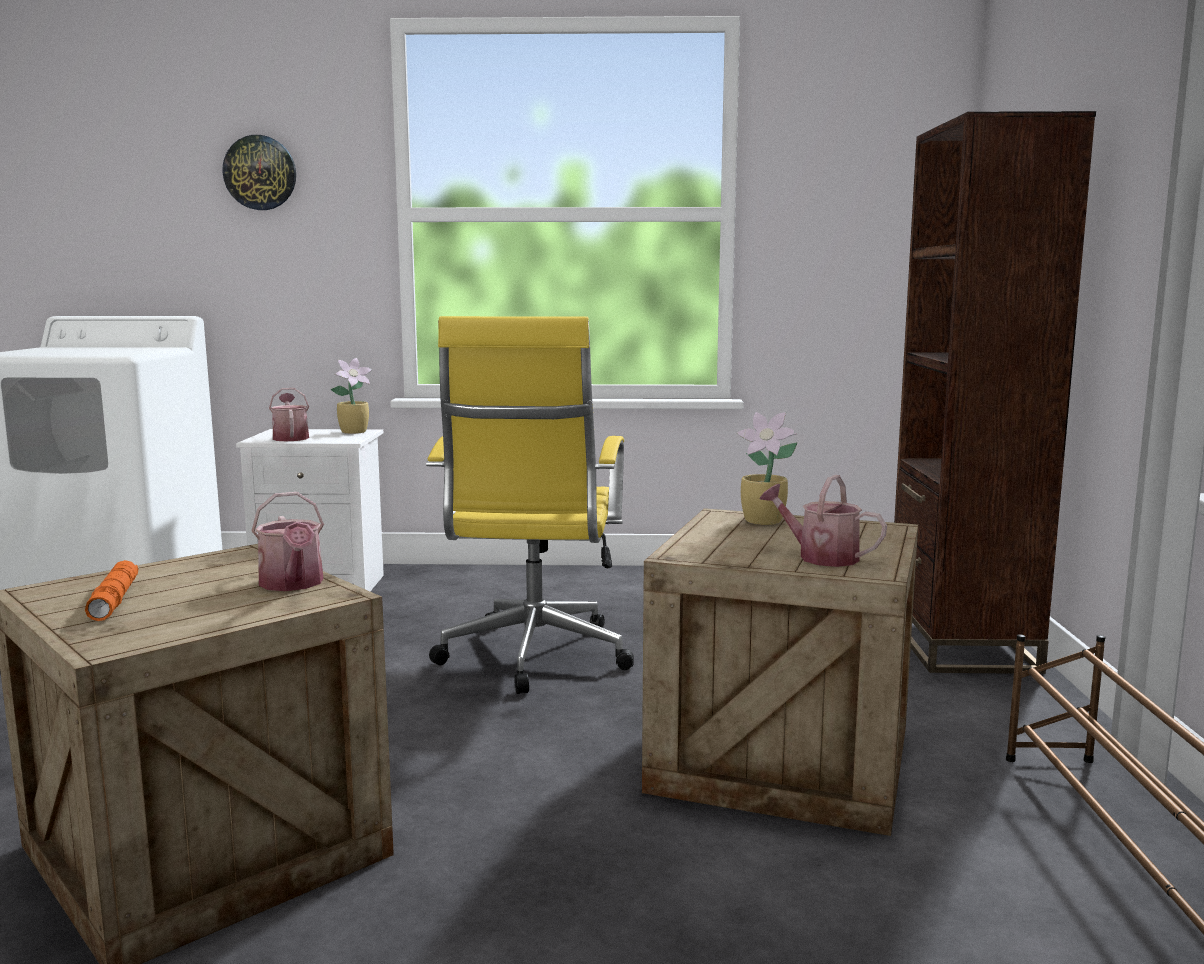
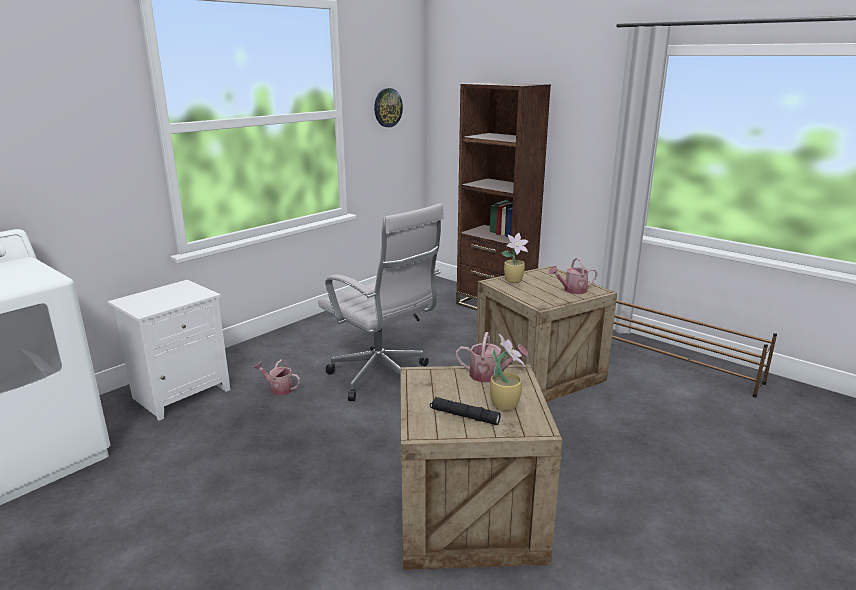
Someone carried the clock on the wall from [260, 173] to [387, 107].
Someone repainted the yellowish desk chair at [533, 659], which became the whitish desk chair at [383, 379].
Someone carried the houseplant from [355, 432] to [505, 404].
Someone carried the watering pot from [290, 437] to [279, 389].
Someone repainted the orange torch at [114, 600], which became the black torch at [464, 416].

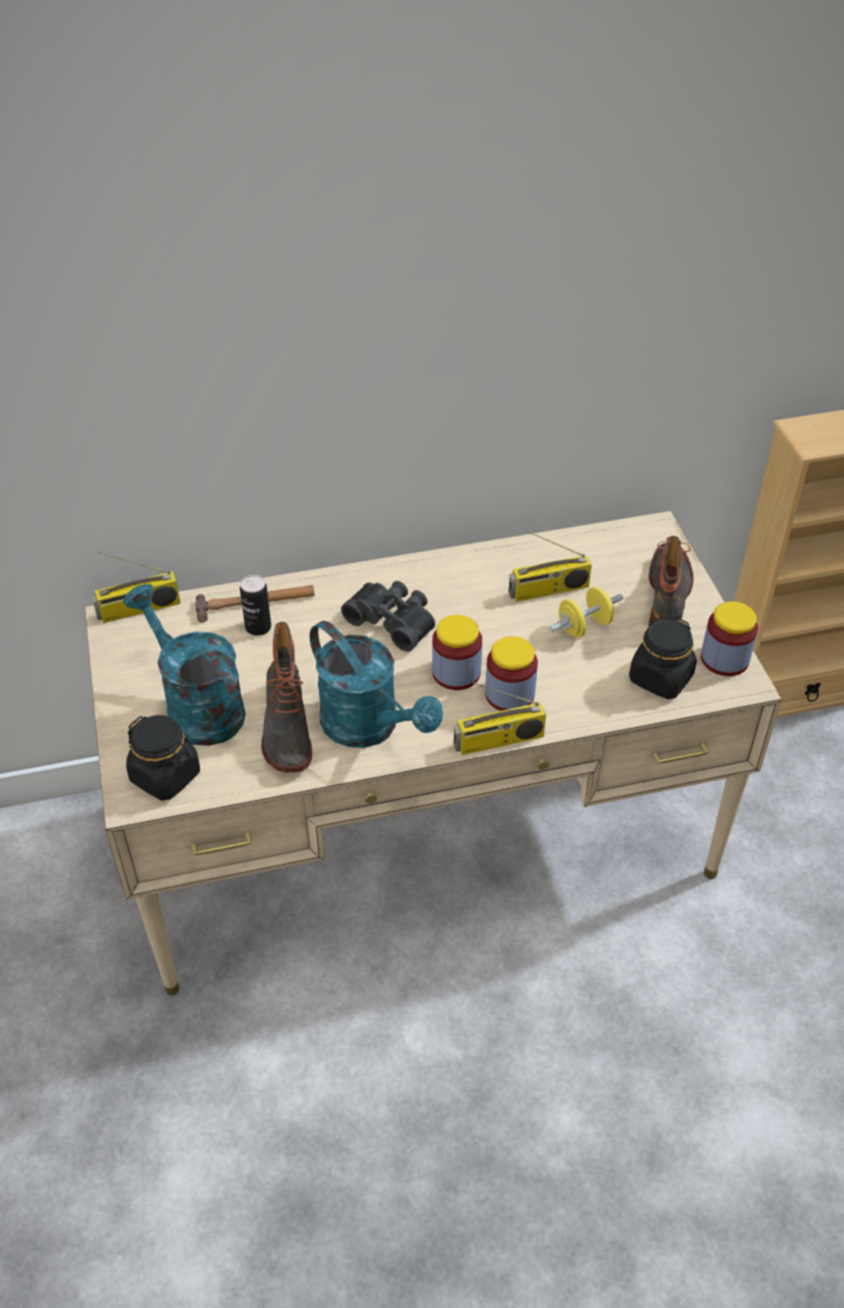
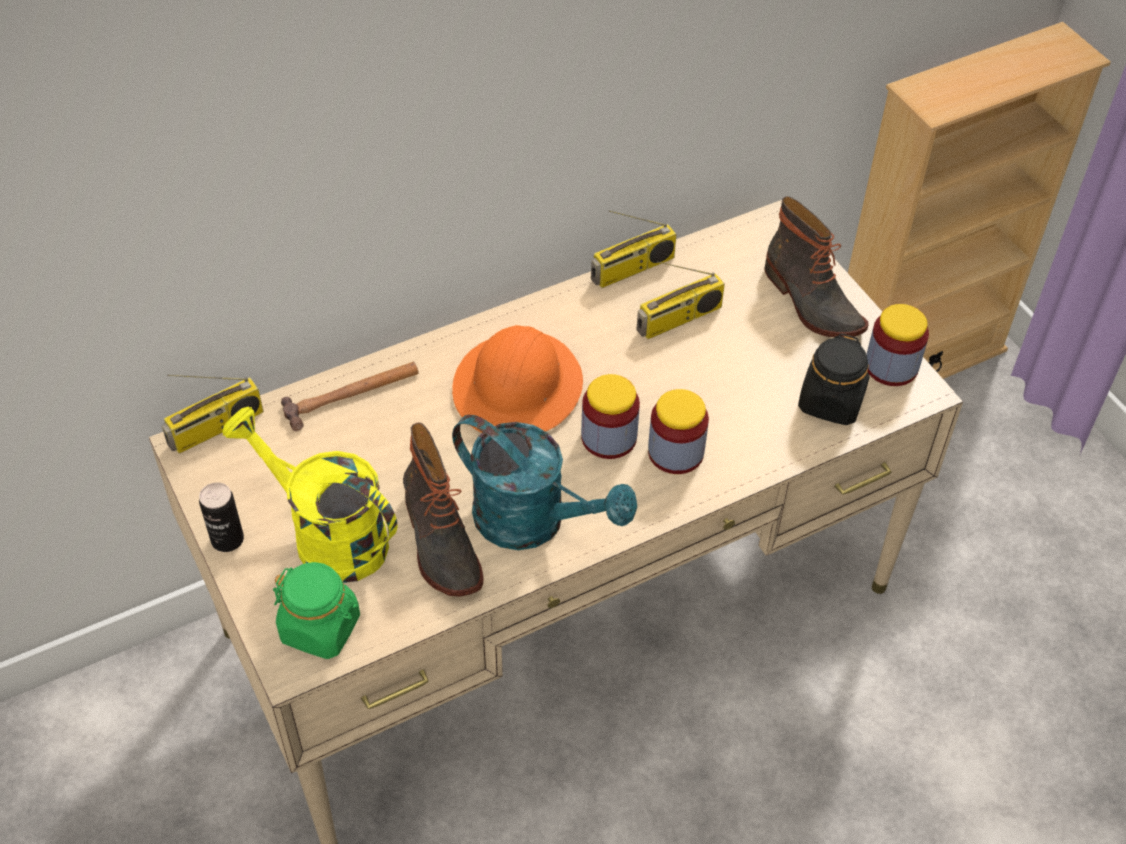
Someone rotated the high-top boot at [669, 596] by 150 degrees clockwise.
Someone carried the metal can from [258, 627] to [227, 539].
Someone swapped the black pair of binoculars at [393, 620] for the orange safety helmet at [518, 387].
Someone repainted the turquoise-coloured watering pot at [196, 706], which became the yellowish watering pot at [327, 535].
Someone took away the yellowish hand weight at [584, 626].
Someone carried the radio set from [498, 741] to [632, 269].
Someone repainted the black preserve jar at [166, 776], which became the green preserve jar at [321, 628].

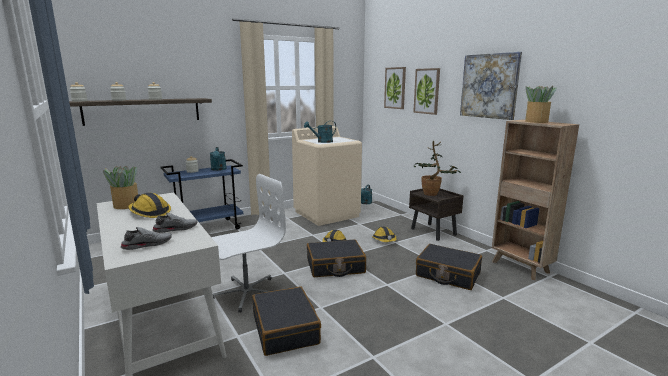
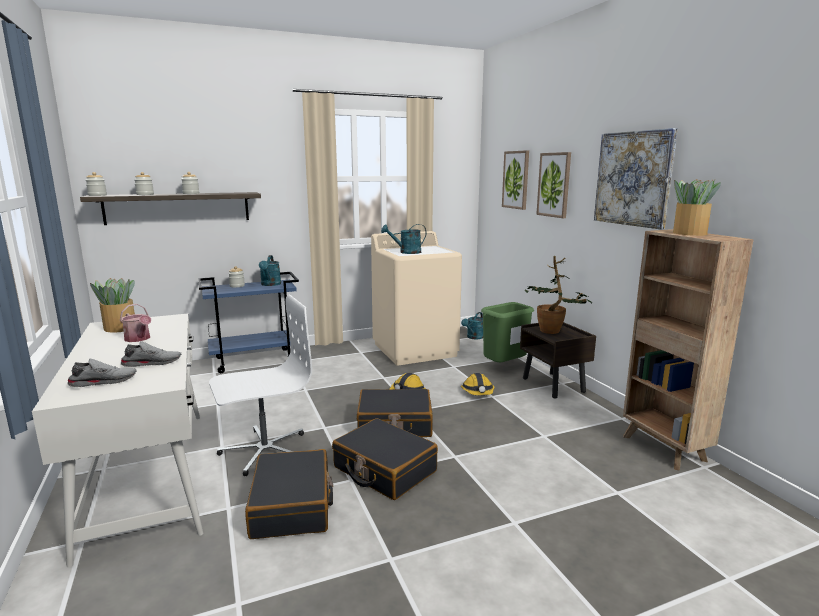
Someone swapped the safety helmet at [149, 212] for the watering pot at [139, 339].
Someone carried the black suitcase from [447, 274] to [384, 469].
Someone put down the green trash can at [504, 367].

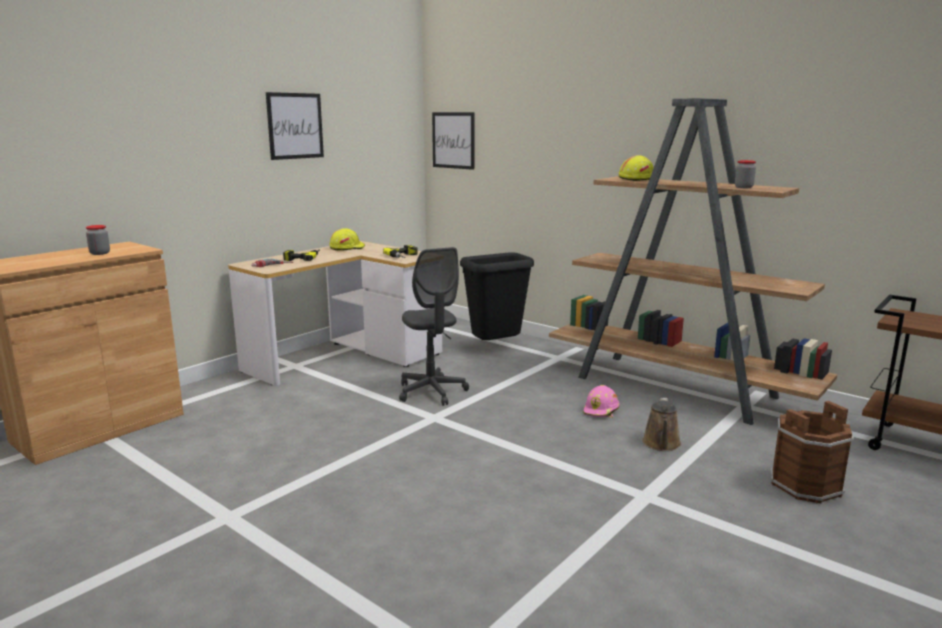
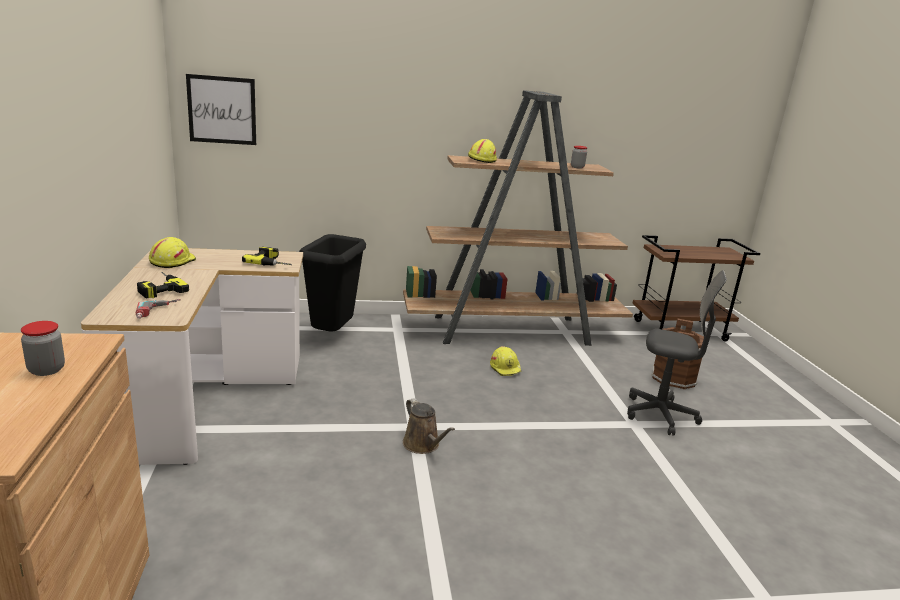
Someone took away the wall art at [295, 126].
Someone carried the gray desk chair from [431, 392] to [660, 415].
Someone repainted the pinkish safety helmet at [601, 410], which became the yellowish safety helmet at [505, 368].
Someone carried the brown watering pot from [661, 444] to [423, 445].

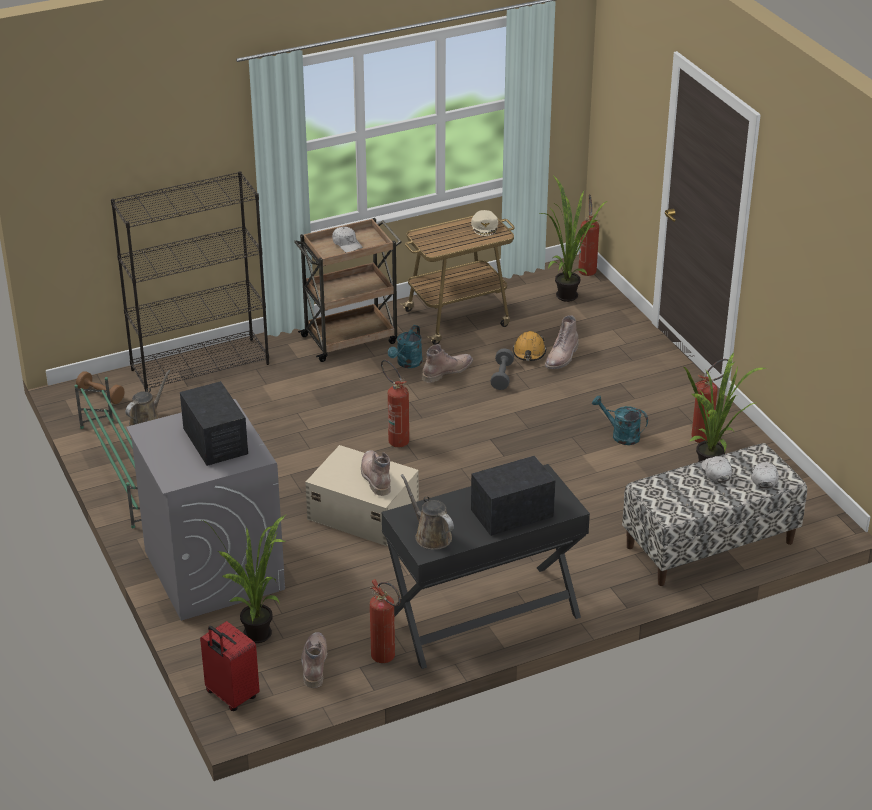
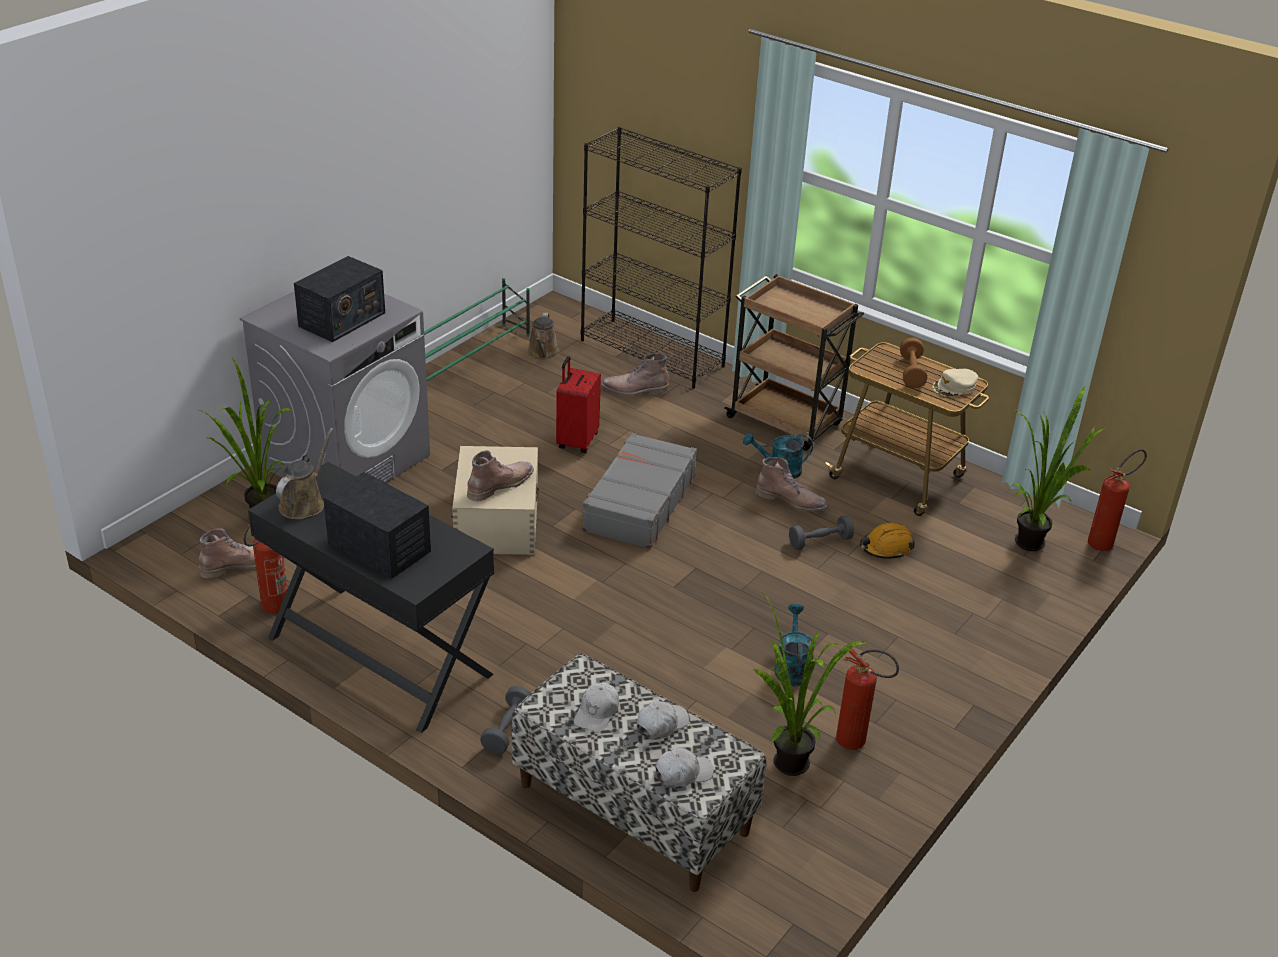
Someone carried the whitish baseball cap from [346, 244] to [597, 713].
Someone carried the brown high-top boot from [562, 357] to [634, 390].
Someone swapped the extinguisher at [395, 439] for the gray suitcase at [638, 503].
Someone rotated the brown watering pot at [147, 420] by 90 degrees clockwise.
Someone carried the brown hand weight from [101, 395] to [911, 372].
Someone carried the red-coloured suitcase from [231, 696] to [576, 441].
Someone put down the gray hand weight at [507, 729].

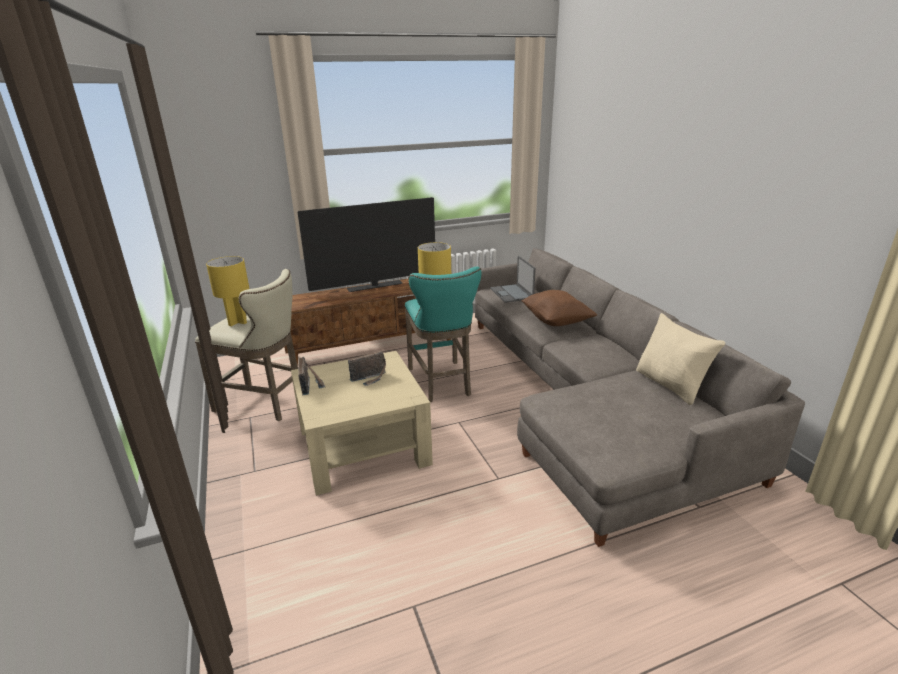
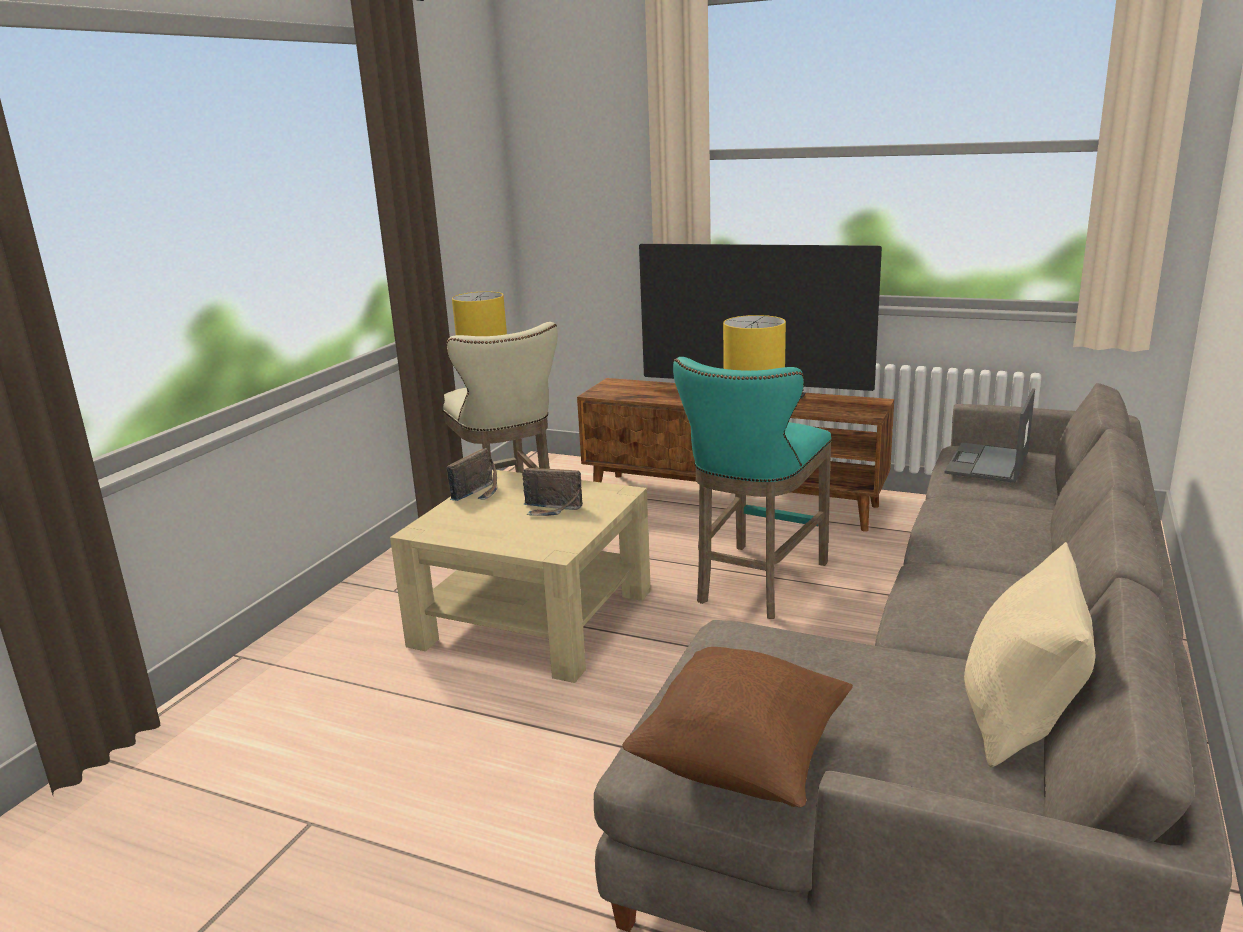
Someone carried the brown cushion from [556, 321] to [741, 761].

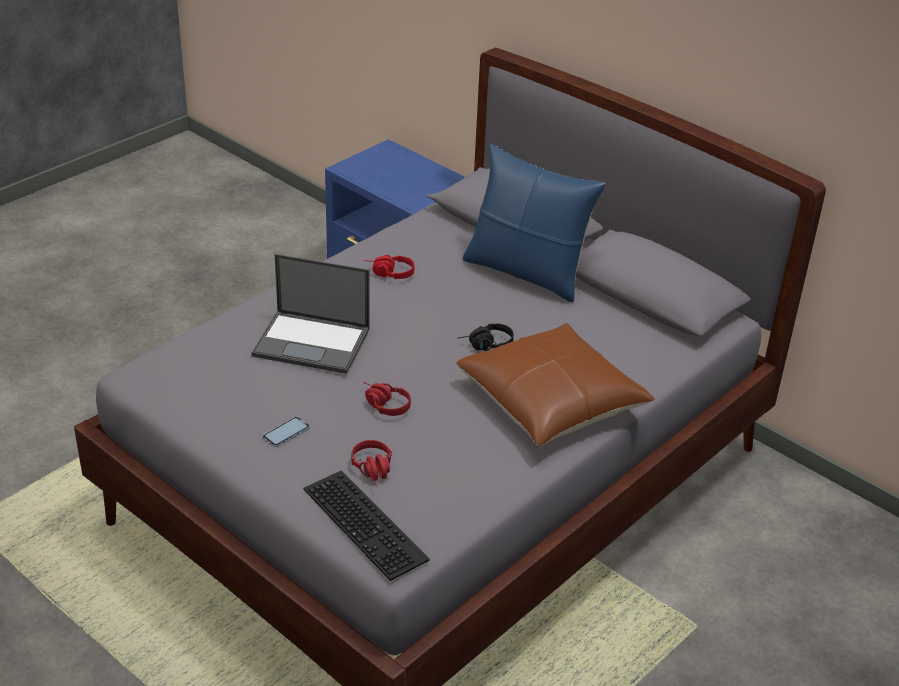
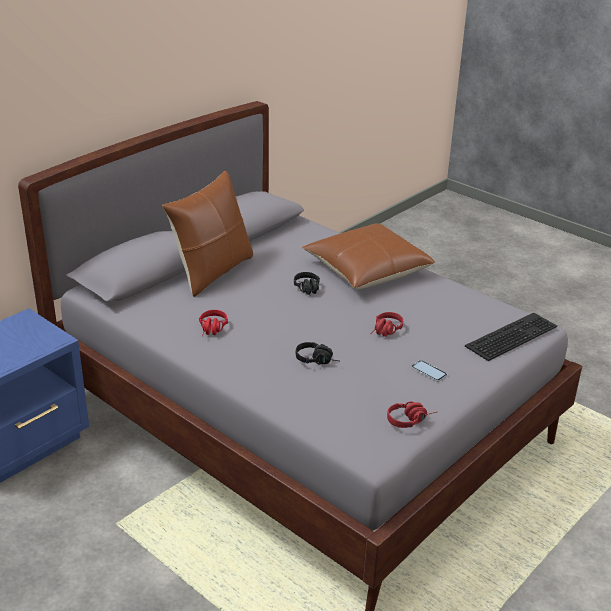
Someone repainted the blue cushion at [526, 272], which became the brown cushion at [212, 272].
Someone swapped the notebook computer at [313, 342] for the black headphones at [318, 360].
Someone carried the red-coloured headphones from [374, 471] to [410, 420].

